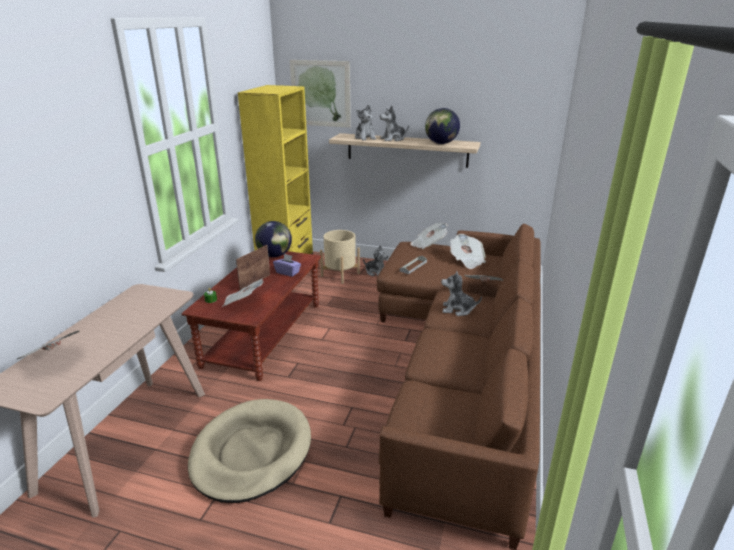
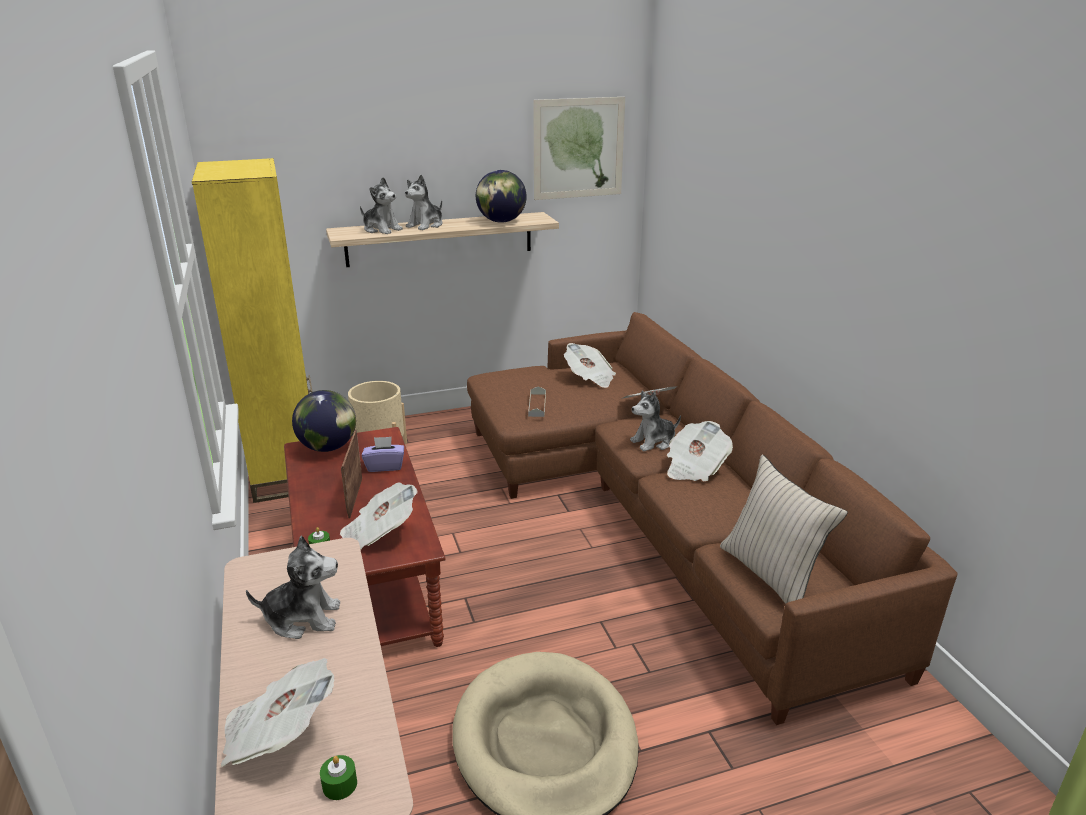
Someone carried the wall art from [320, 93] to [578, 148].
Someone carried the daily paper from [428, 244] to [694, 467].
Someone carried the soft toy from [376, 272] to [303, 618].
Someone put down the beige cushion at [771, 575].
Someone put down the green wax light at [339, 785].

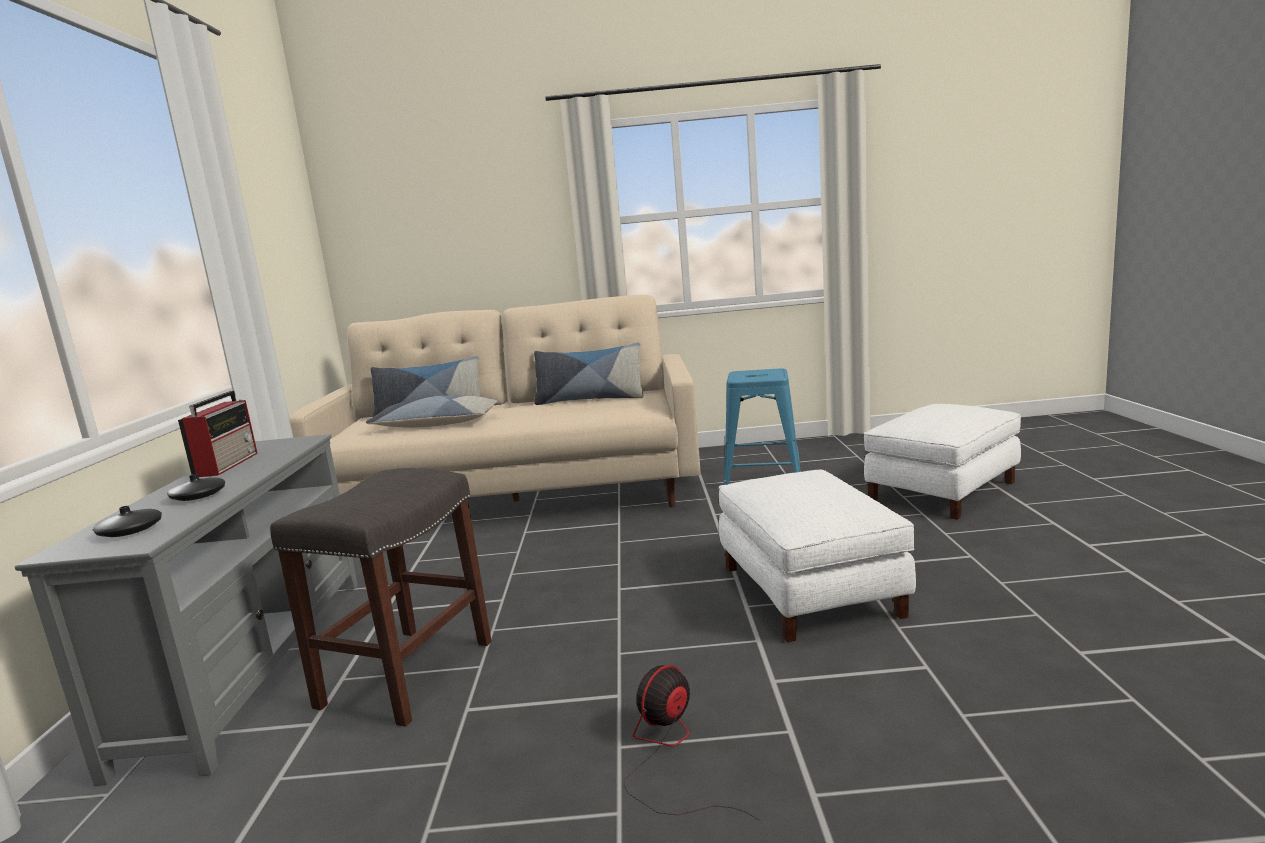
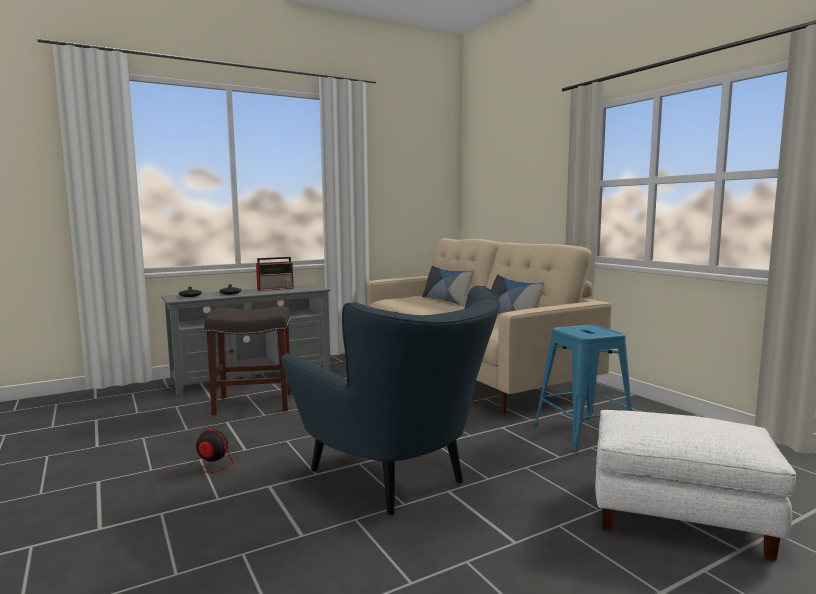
Someone took away the cushion at [436, 425].
Someone swapped the whitish ottoman at [811, 590] for the blue easy chair at [395, 480].

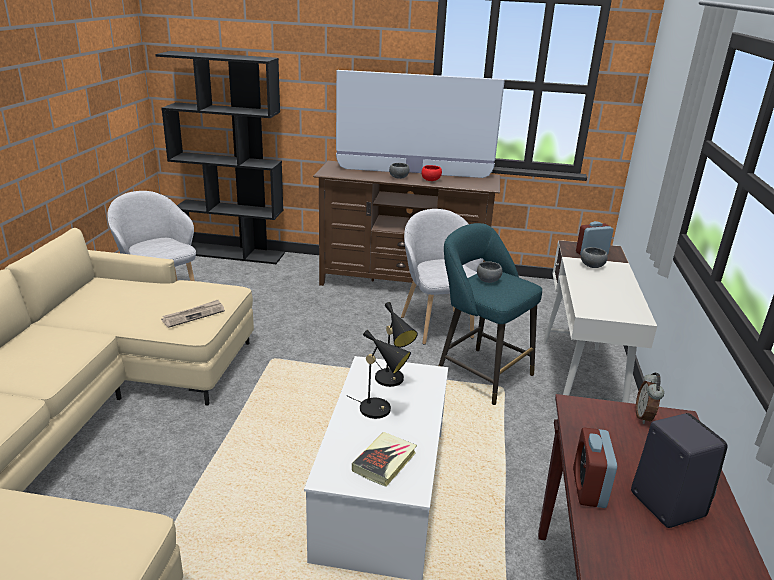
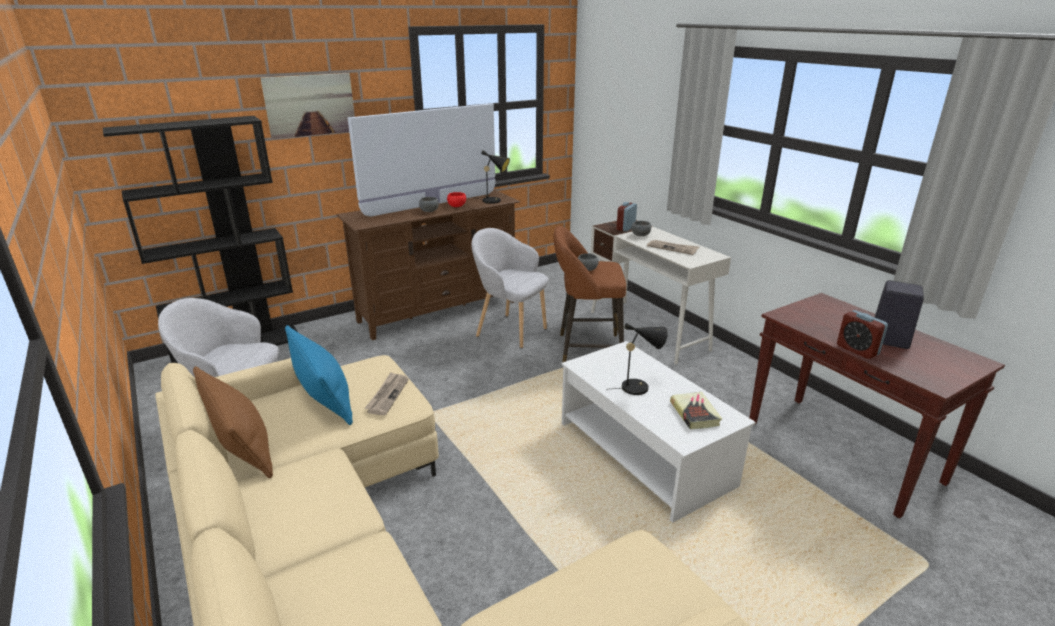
Someone repainted the turquoise-coloured stool at [480, 373], which became the brown stool at [585, 349].
Someone carried the black lamp for a table from [392, 380] to [494, 201].
Someone took away the table clock at [644, 417].
Someone put up the wall art at [310, 105].
Someone put down the daily paper at [672, 248].
Someone put down the blue cushion at [324, 397].
Someone put down the brown cushion at [240, 446].

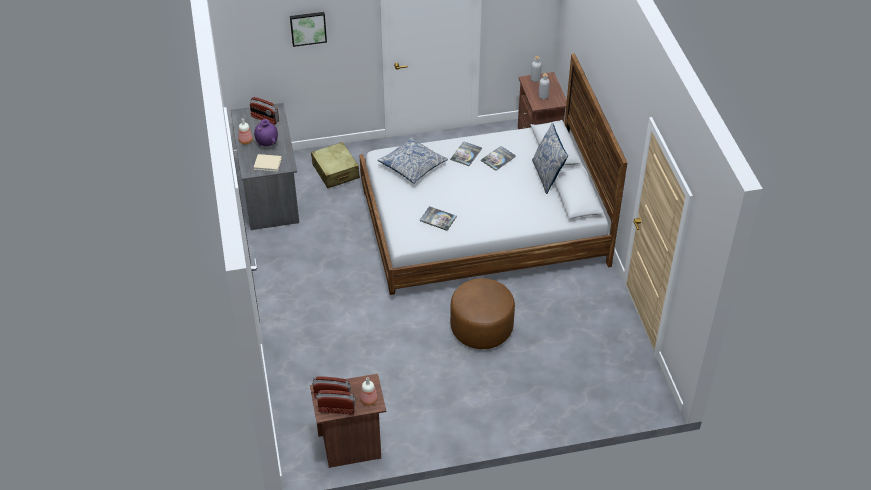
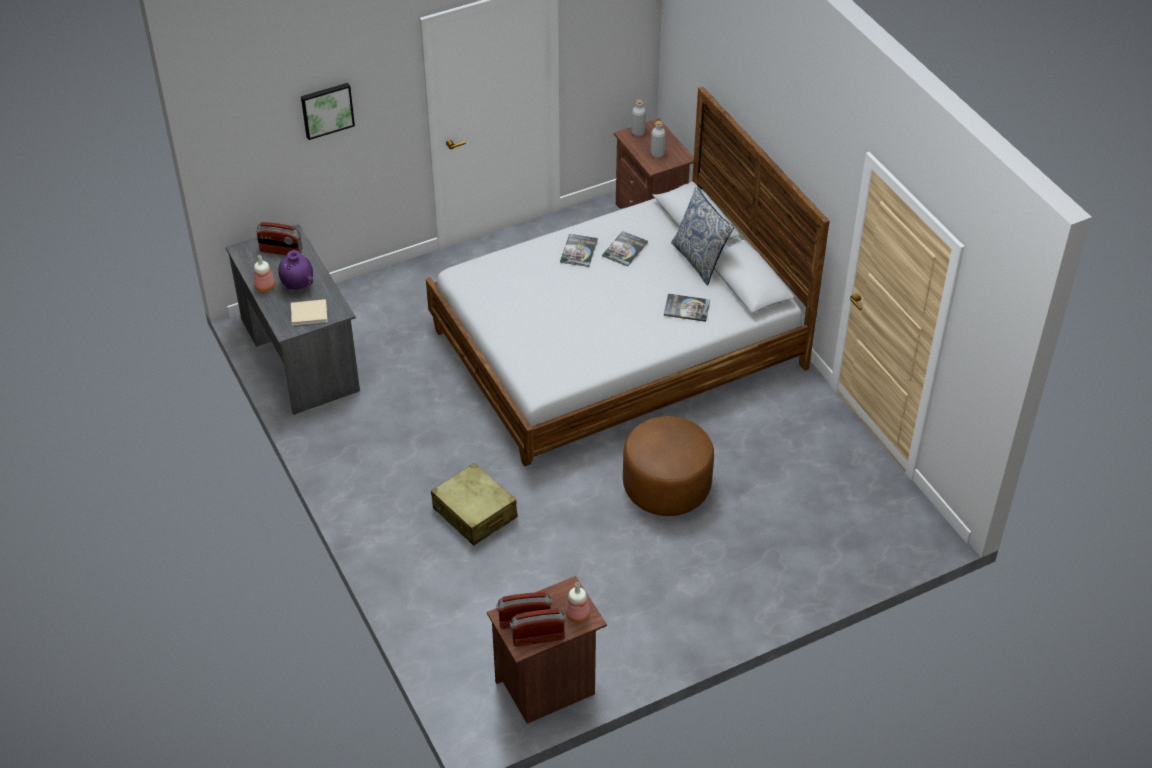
Someone took away the cushion at [412, 165].
Someone carried the beige suitcase from [335, 171] to [475, 513].
Someone carried the book from [438, 219] to [686, 308].

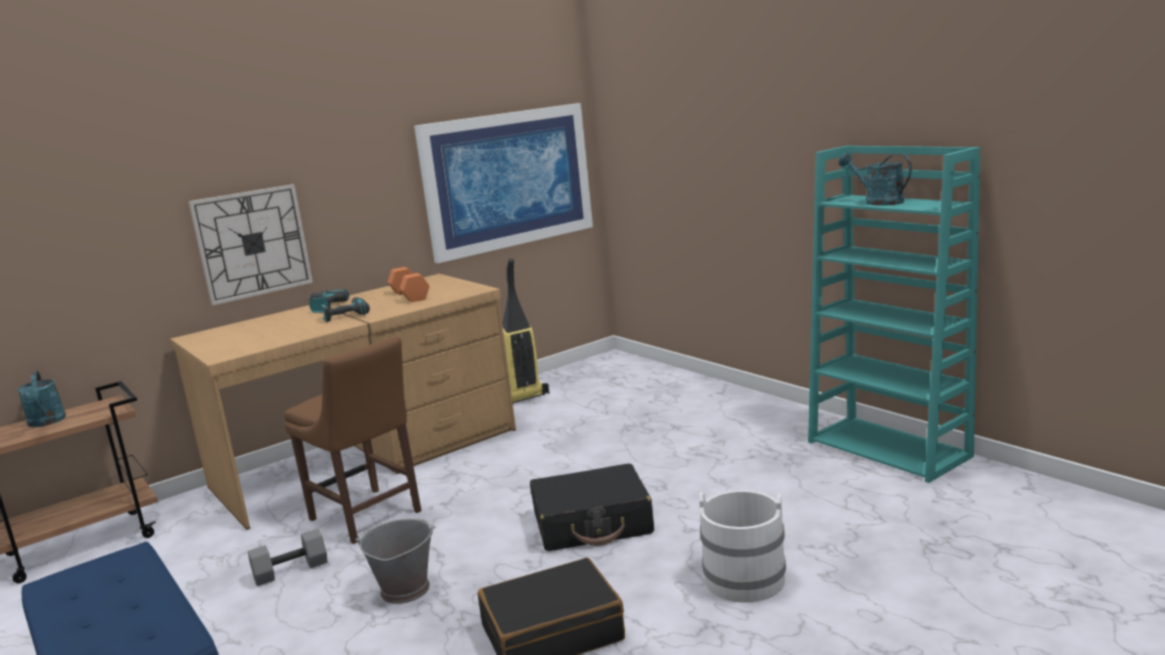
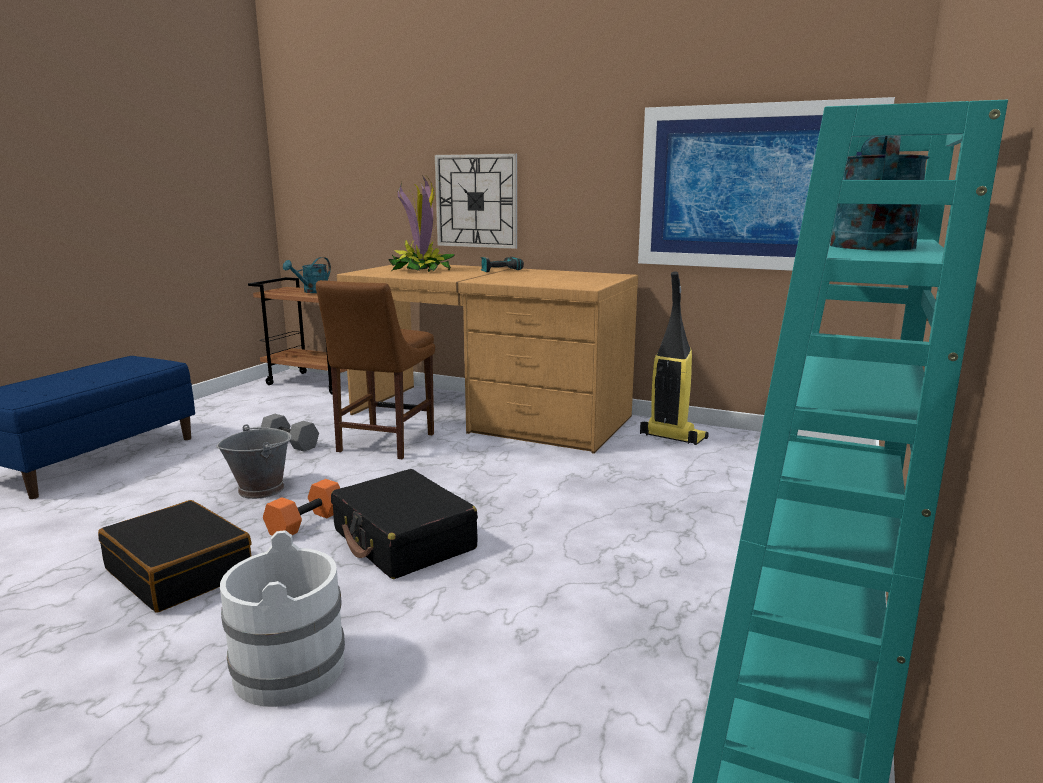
Someone carried the orange hand weight from [409, 296] to [306, 522].
Someone took away the electric drill at [345, 315].
Someone put down the houseplant at [421, 270].

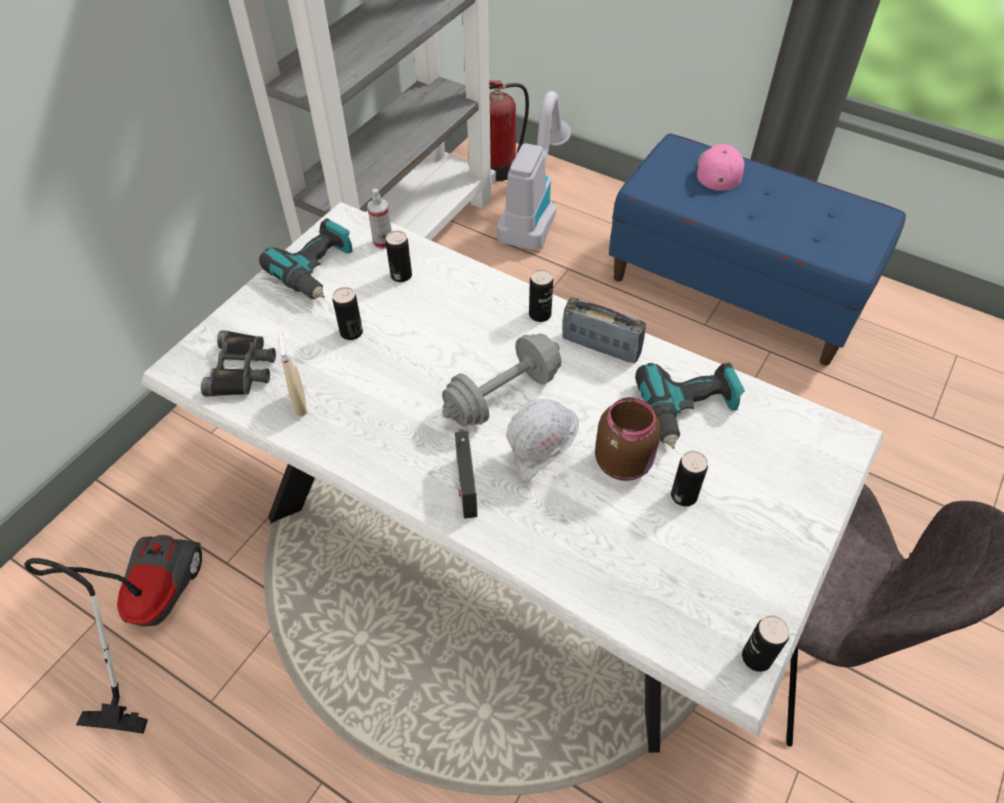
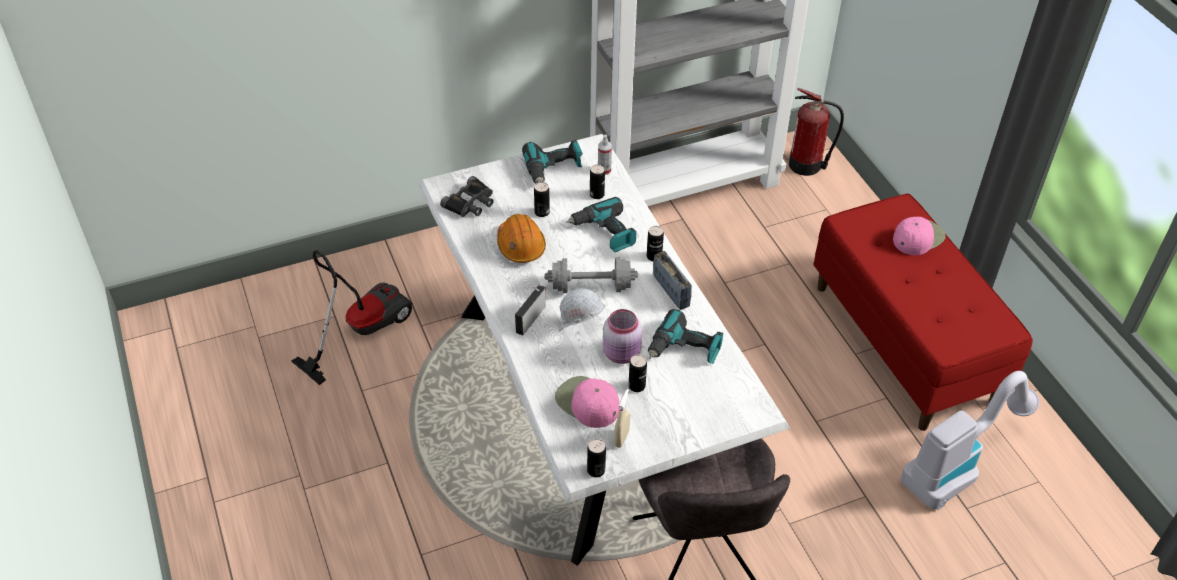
Someone carried the vacuum from [534, 212] to [957, 466].
Someone repainted the blue indoor bench at [735, 290], which became the red-coloured indoor bench at [904, 343].
Someone carried the beige spray bottle from [300, 404] to [621, 438].
Someone repainted the brown preserve jar at [624, 462], which became the pinkish preserve jar at [622, 353].
Someone put down the electric drill at [604, 232].
Someone put down the orange safety helmet at [521, 246].
Someone put down the pinkish baseball cap at [587, 403].

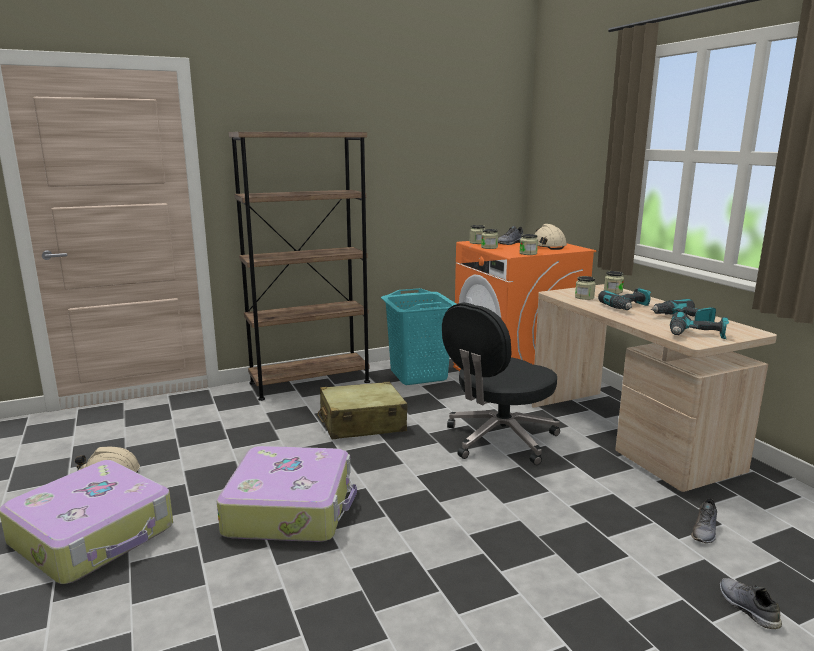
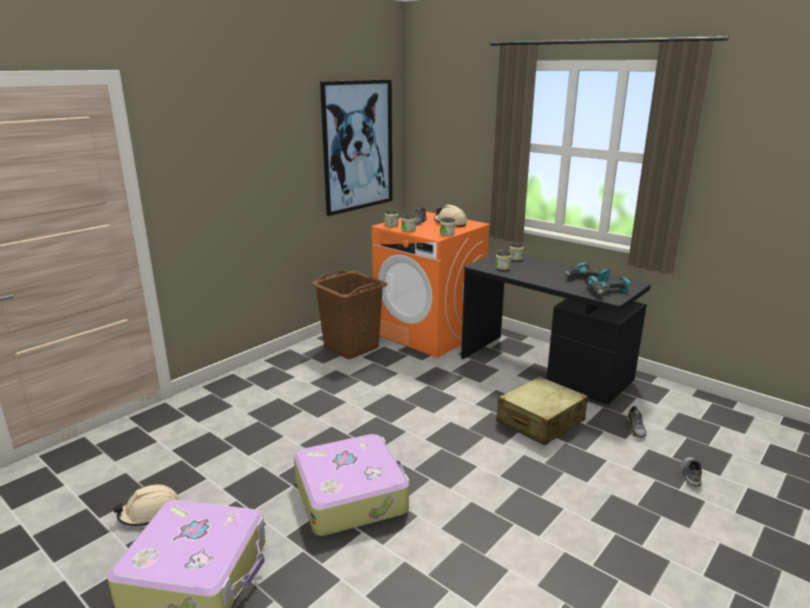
Someone took away the brown shelving unit at [310, 382].
Someone repainted the beige desk table at [629, 436], which became the black desk table at [545, 368].
Someone repainted the turquoise-coloured washing basket at [419, 375], which became the brown washing basket at [351, 347].
Someone took away the electric drill at [628, 307].
Someone took away the black desk chair at [499, 439].
Someone carried the beige suitcase from [362, 424] to [540, 422].
Someone rotated the gray item of footwear at [746, 608] by 60 degrees clockwise.
Someone put up the wall art at [358, 146].

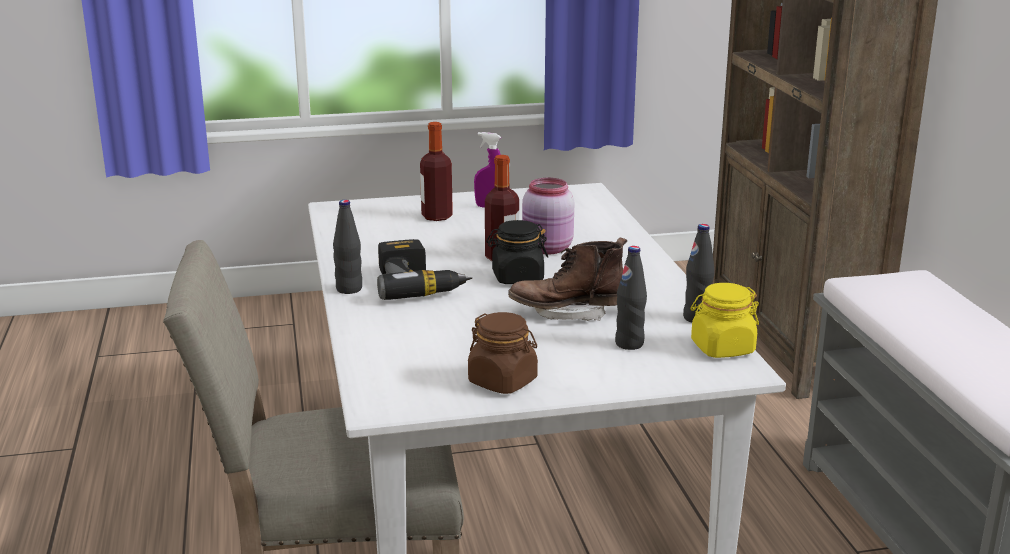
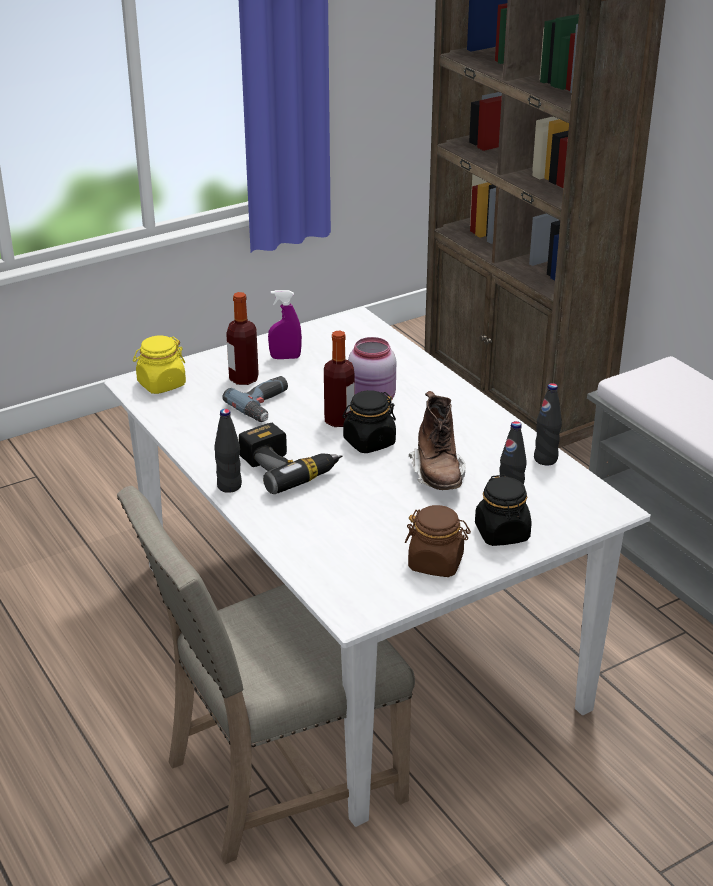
Someone rotated the brown high-top boot at [567, 313] by 75 degrees counterclockwise.
Someone carried the yellowish preserve jar from [722, 348] to [161, 384].
Someone put down the electric drill at [266, 405].
Someone put down the black preserve jar at [502, 533].

